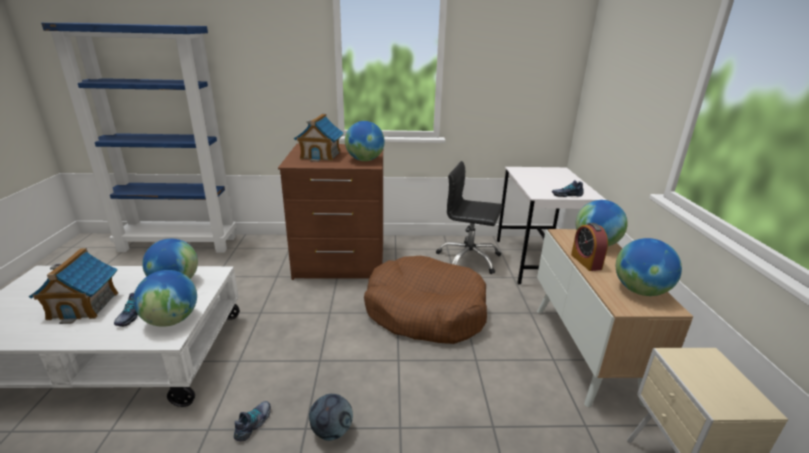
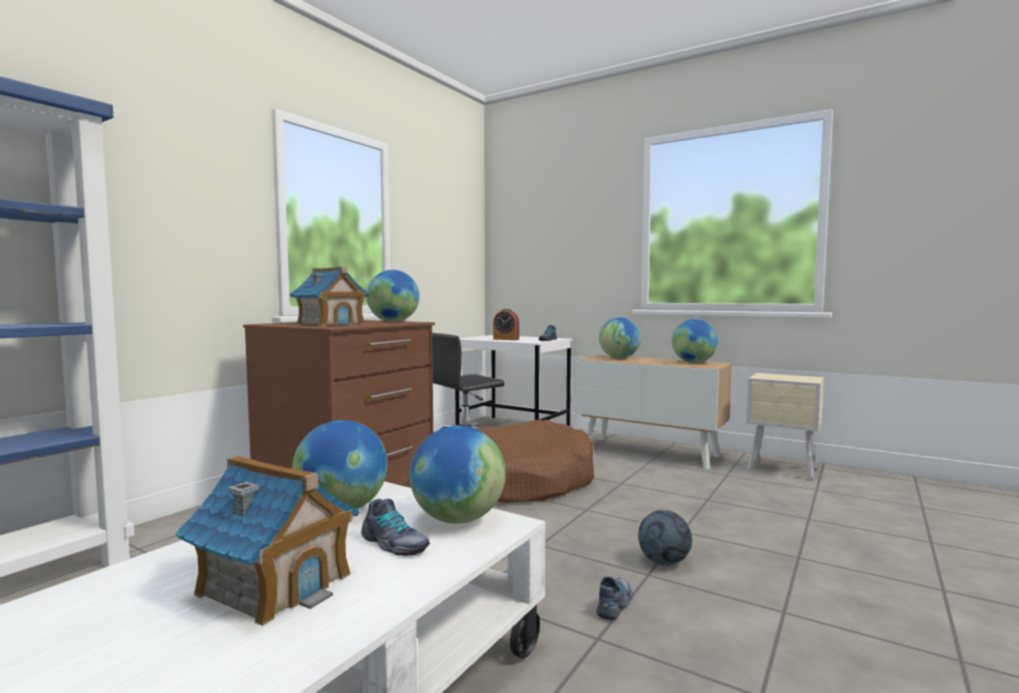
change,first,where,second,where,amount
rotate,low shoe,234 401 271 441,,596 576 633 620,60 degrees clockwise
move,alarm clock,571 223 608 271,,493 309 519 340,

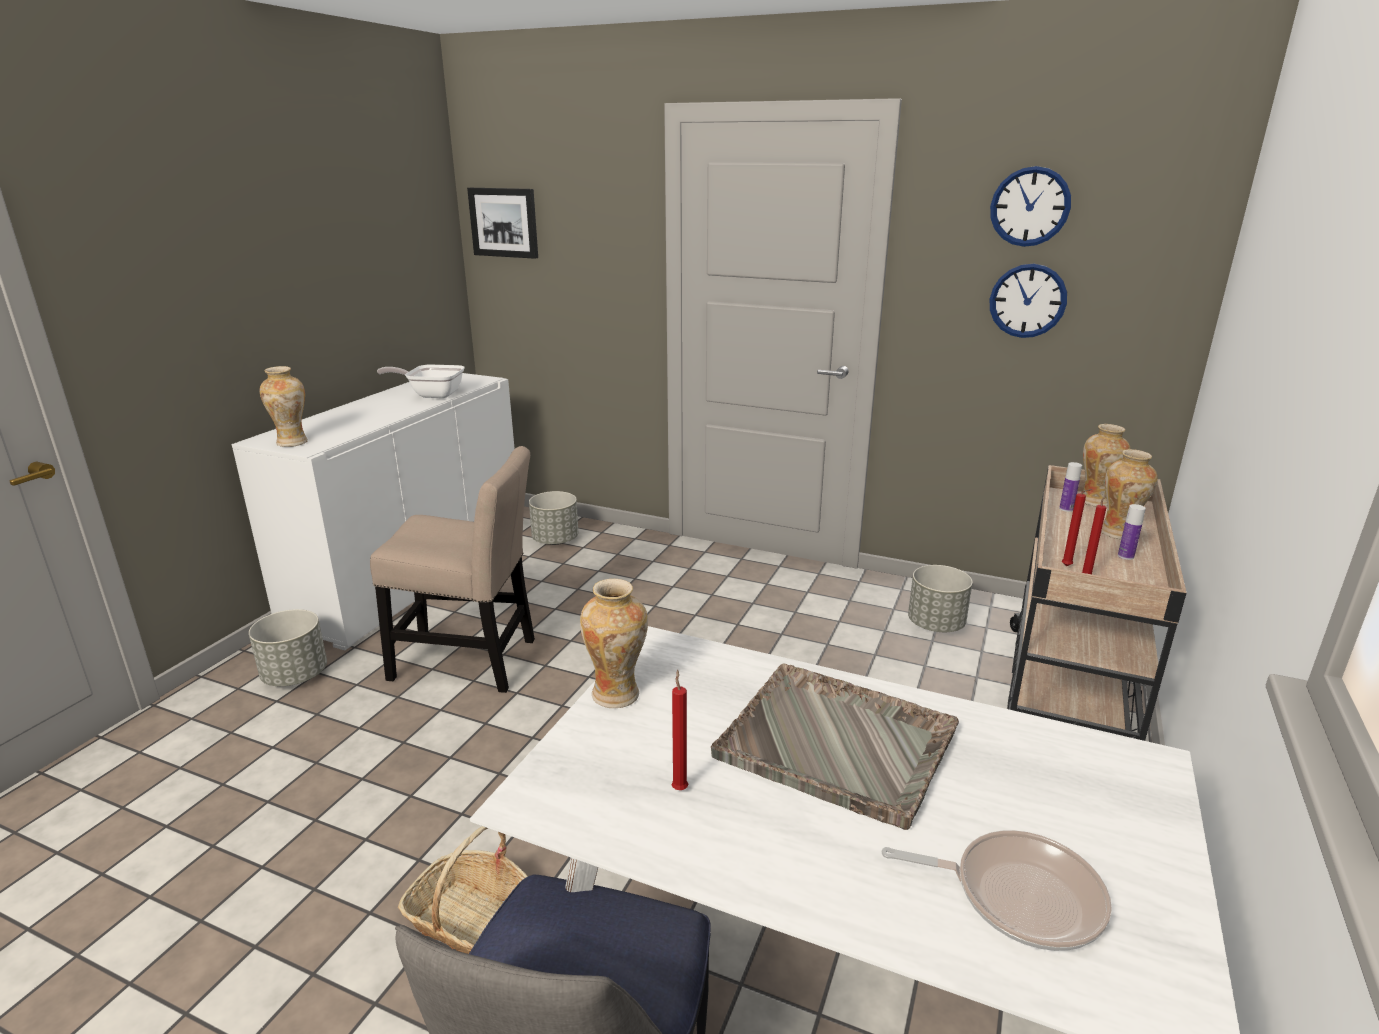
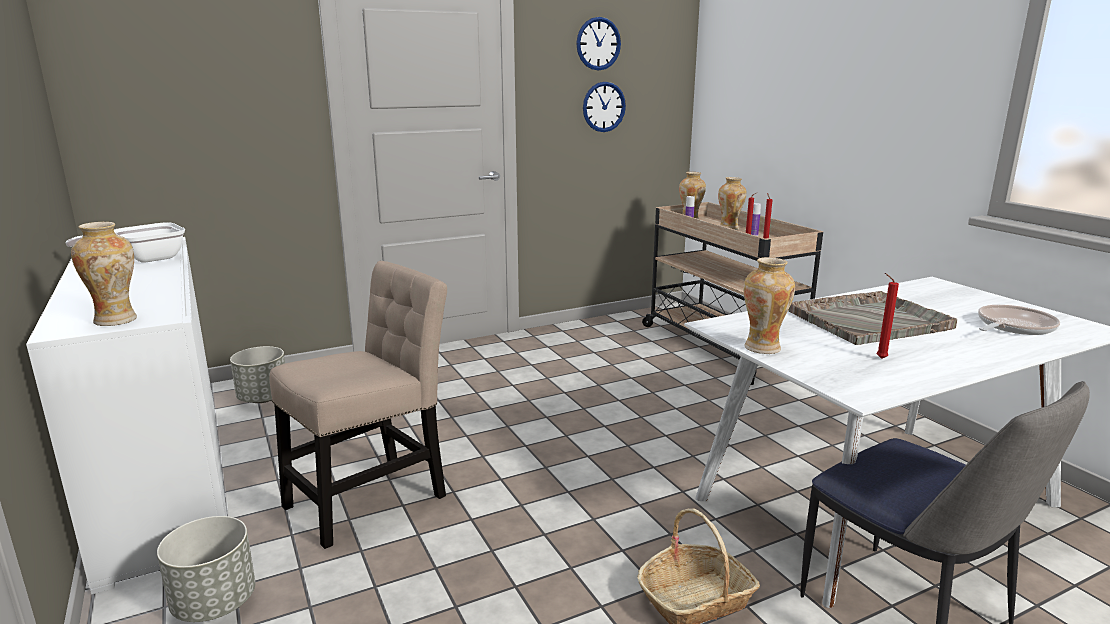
change,first,where,second,where,amount
delete,picture,467 188 538 259,,,
delete,flower pot/greyish,908 565 973 632,,,

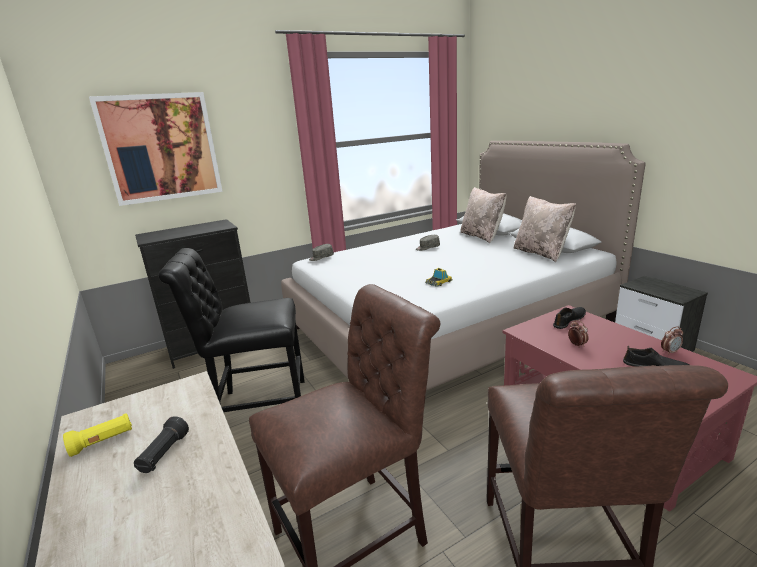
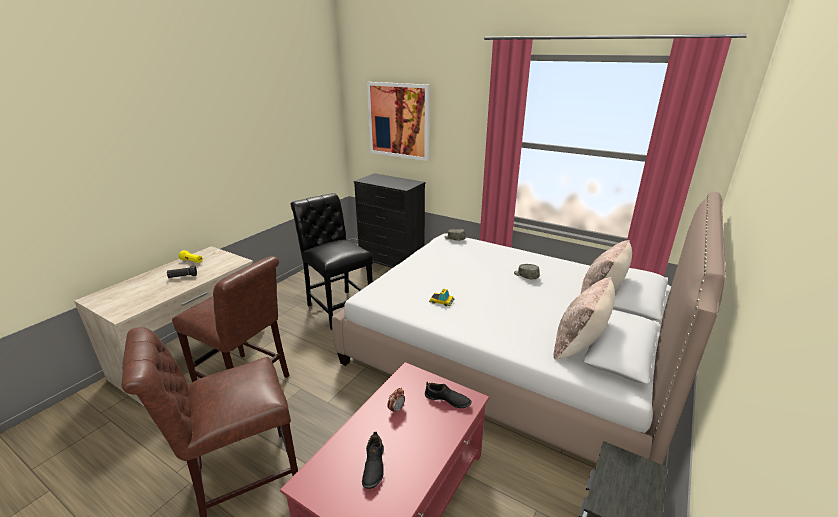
change,first,where,second,where,amount
delete,alarm clock,661 326 683 355,,,

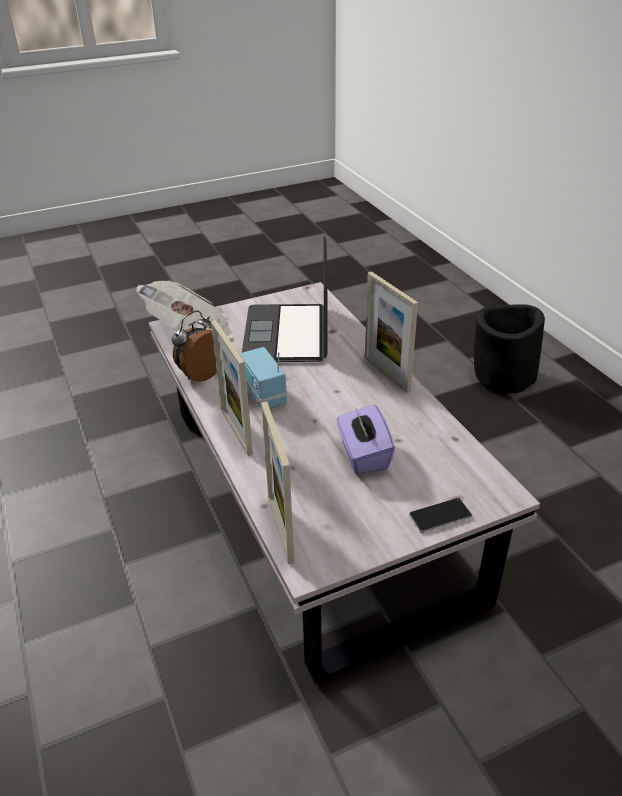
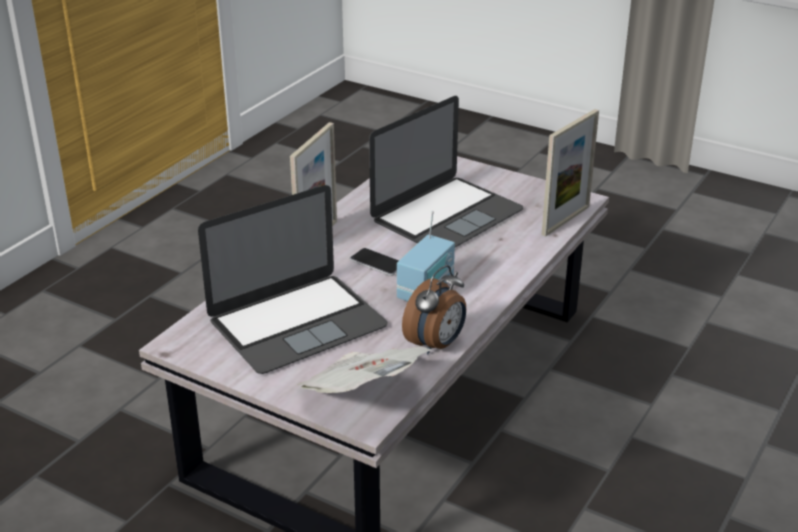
change,first,where,second,where,amount
rotate,alarm clock,172 311 217 382,,402 265 466 354,60 degrees counterclockwise
delete,standing frame,211 320 253 456,,,
replace,tissue holder/purplish,337 404 395 474,laptop,369 96 523 247,
move,telephone,409 498 472 533,,350 248 399 276,
delete,flower pot/blackish,474 304 545 393,,,

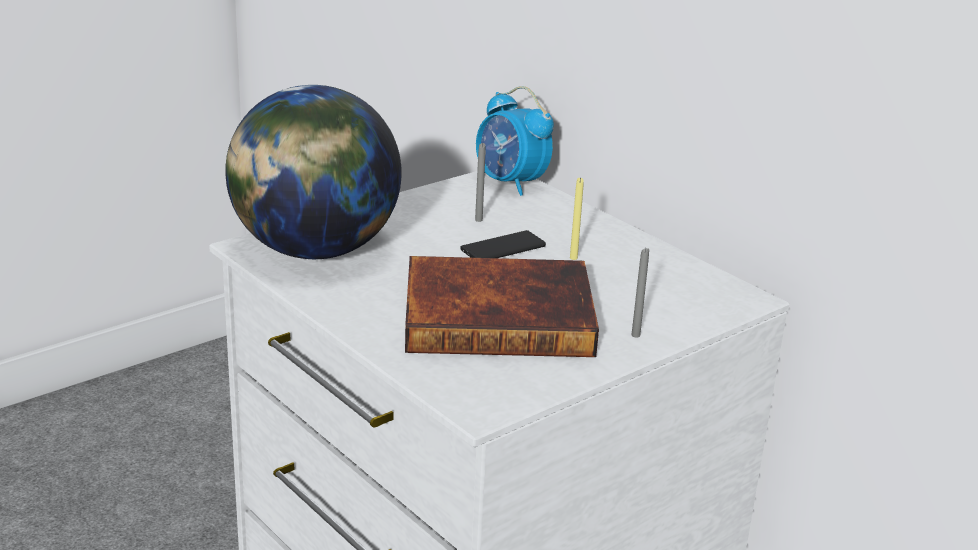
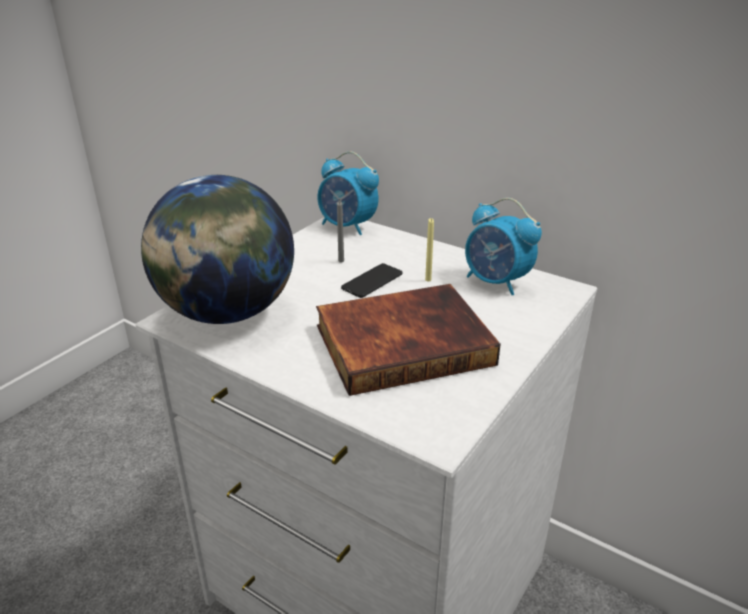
change,first,where,second,where,amount
delete,wax candle/greyish,632 248 649 338,,,
insert,,,alarm clock,465 198 542 295,

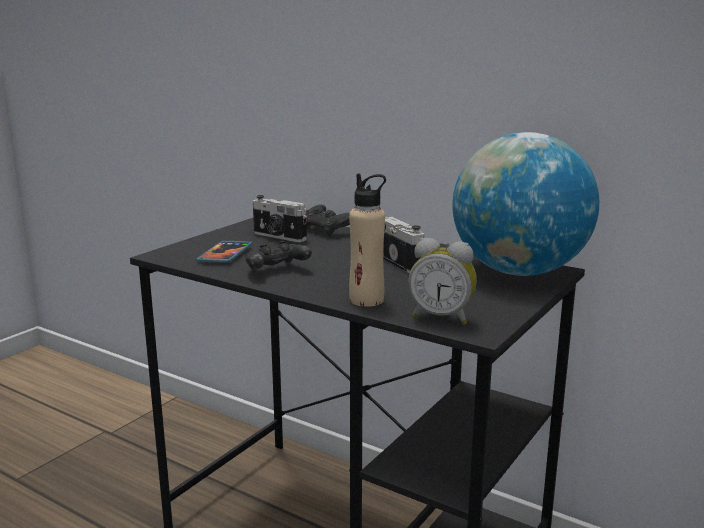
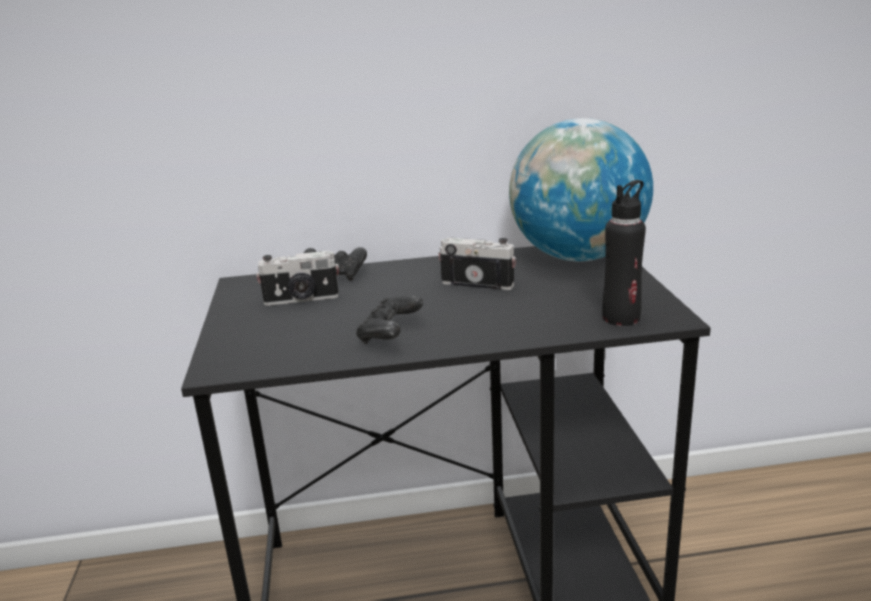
change,first,where,second,where,amount
delete,telephone,196 241 252 263,,,
delete,drink bottle/beige-coloured,349 174 386 307,,,
replace,alarm clock,408 238 477 325,drink bottle/blackish,602 180 646 326,

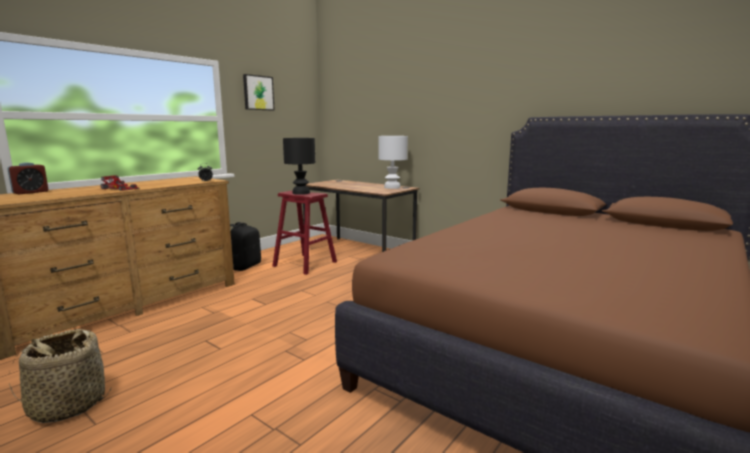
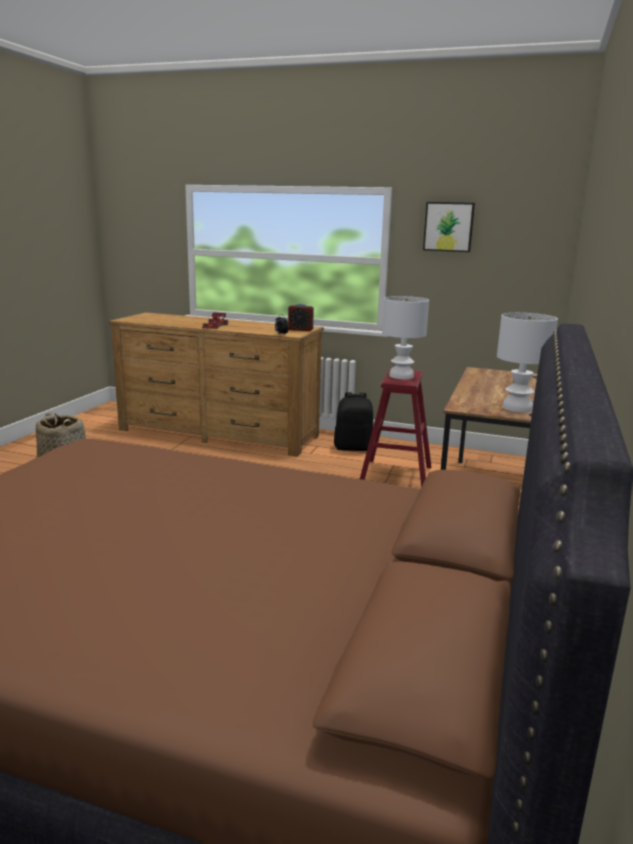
change,first,where,second,where,amount
move,alarm clock,7 162 49 195,,288 303 314 331,
recolor,table lamp/blackish,283 138 315 195,table lamp/whitish,382 296 429 379,

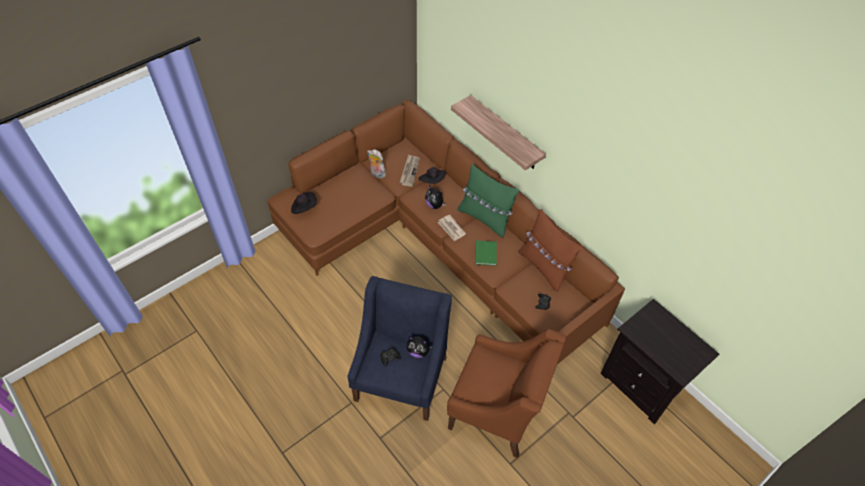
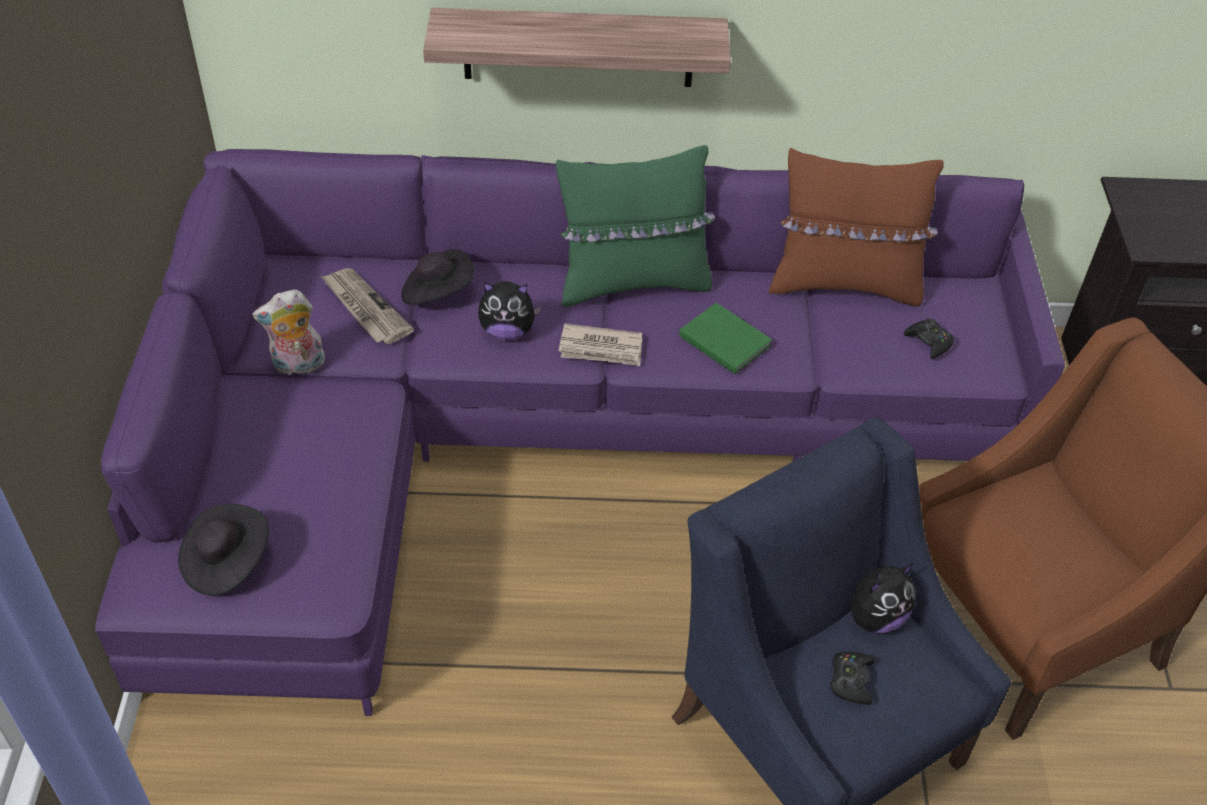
change,first,where,second,where,amount
recolor,settee/brown,267 100 625 364,settee/purplish,95 149 1065 716,

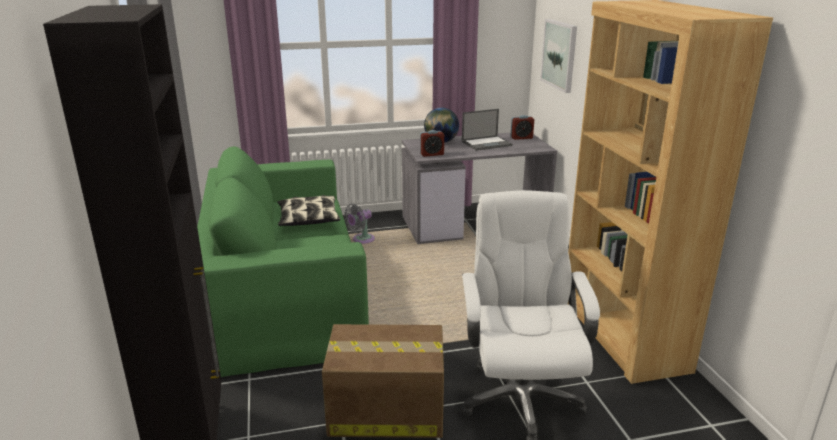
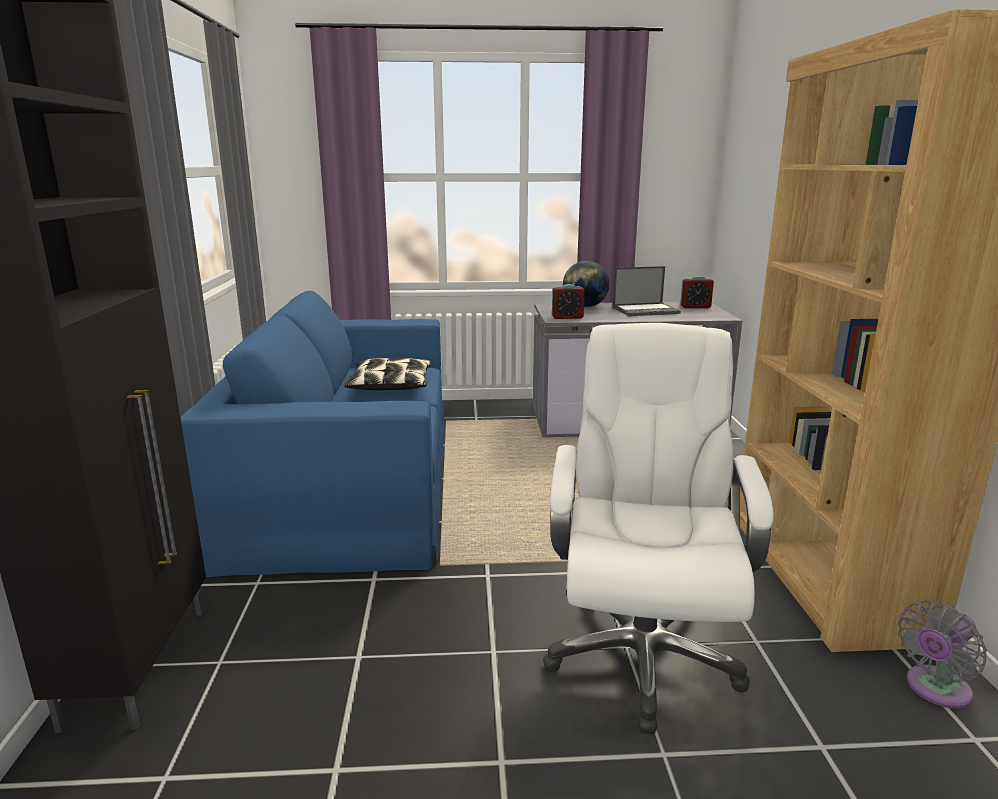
change,first,where,second,where,amount
recolor,settee/greenish,197 146 369 377,settee/blue-coloured,181 291 445 577,
delete,carton,322 324 444 438,,,
move,electric fan/greyish,344 204 375 244,,898 601 987 709,
delete,picture,540 19 577 93,,,

